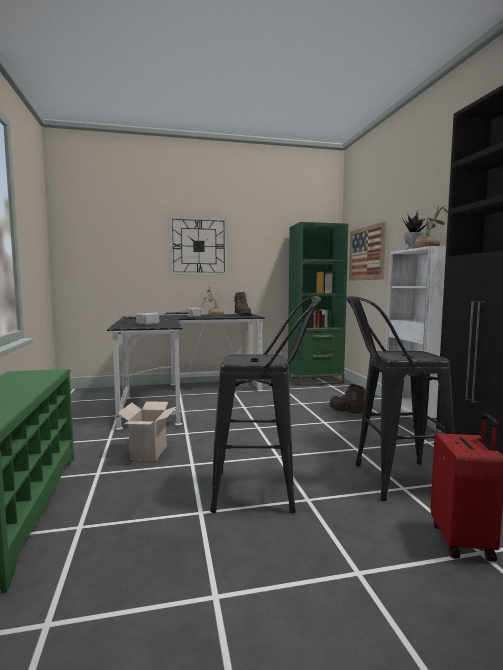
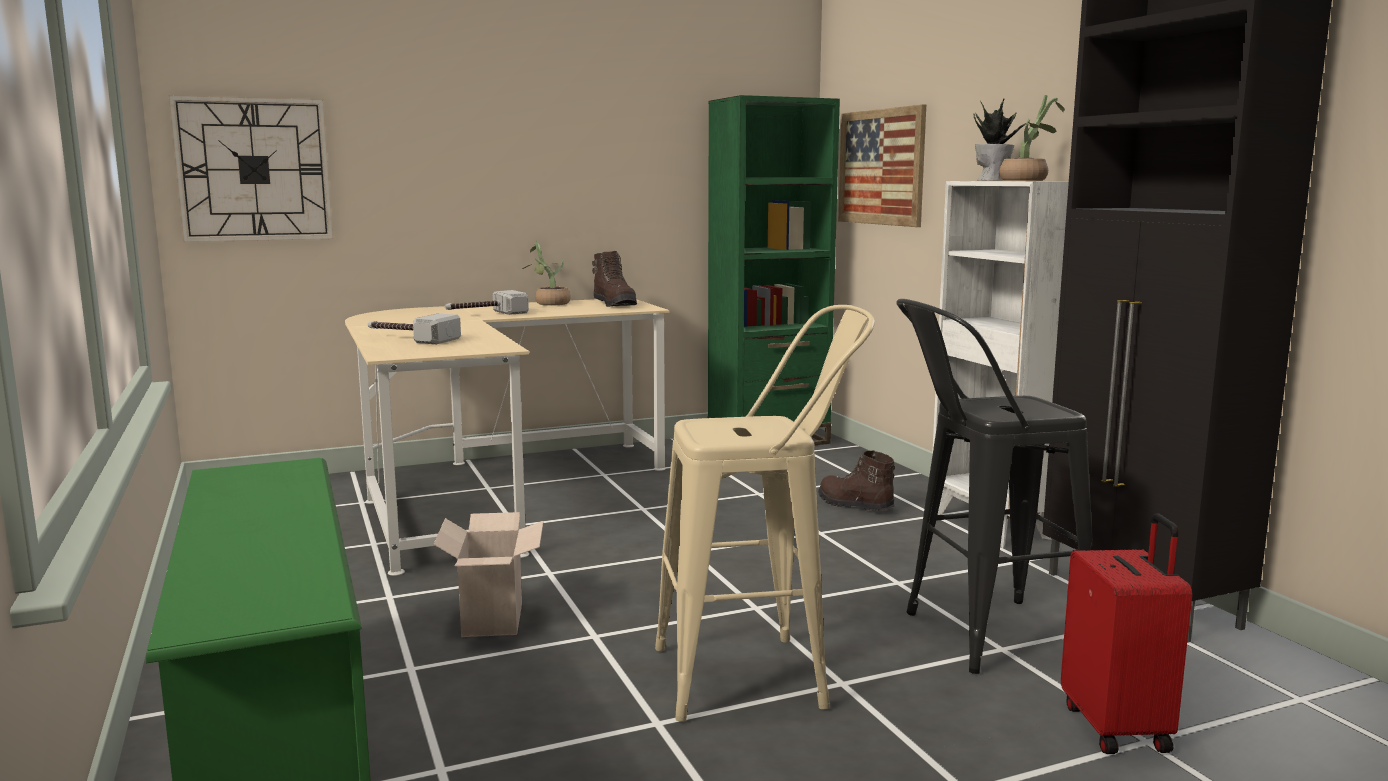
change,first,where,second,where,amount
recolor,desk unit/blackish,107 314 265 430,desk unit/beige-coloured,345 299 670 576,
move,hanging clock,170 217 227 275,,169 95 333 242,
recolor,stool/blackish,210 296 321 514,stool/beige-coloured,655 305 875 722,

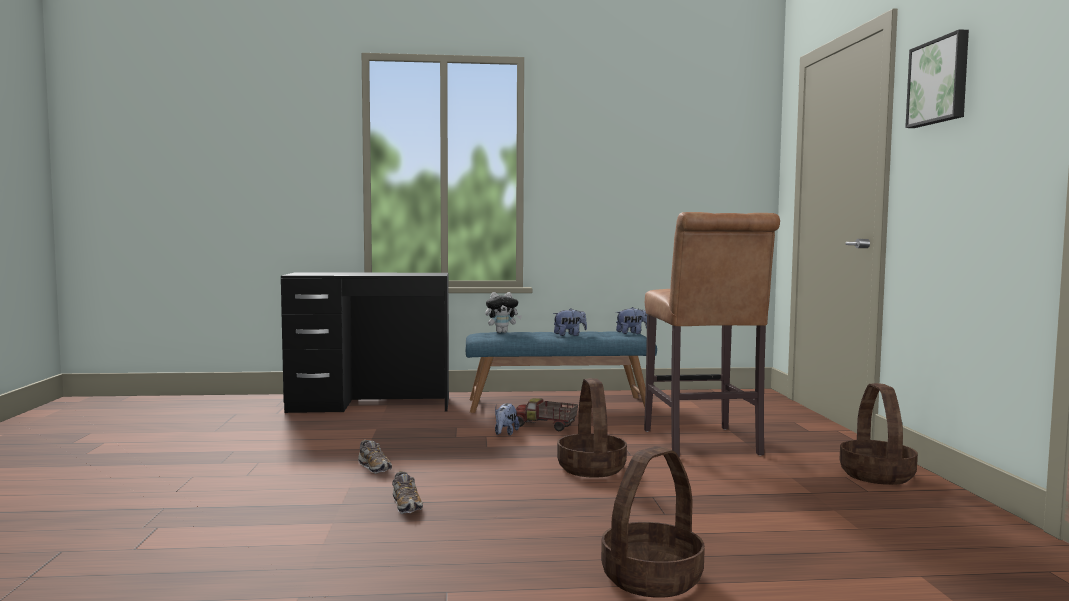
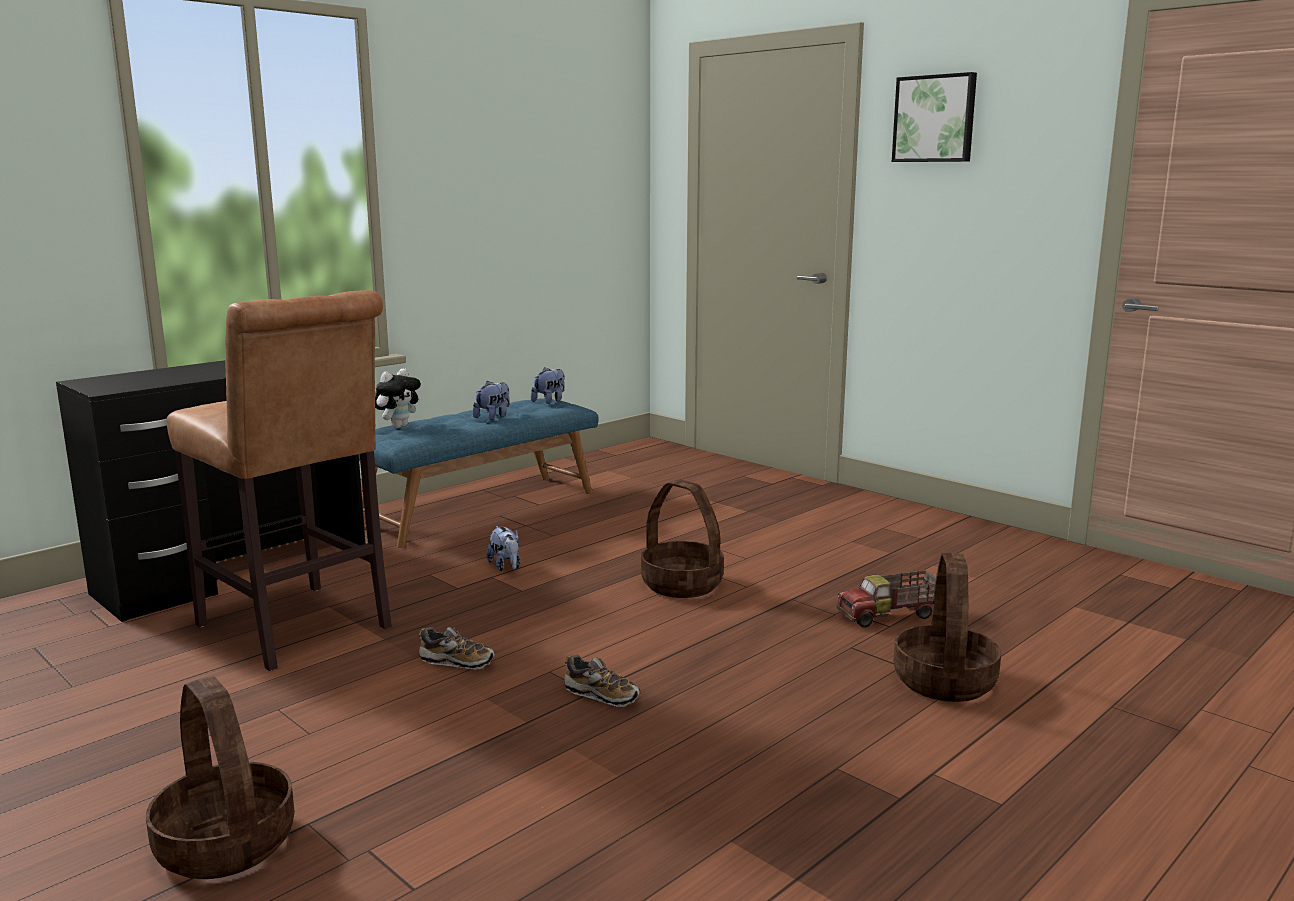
change,first,where,second,where,amount
move,toy lorry,516 398 578 431,,837 570 936 628,
move,stool/brown,644 212 780 457,,166 290 392 671,
move,basket,840 383 918 485,,146 676 295 879,

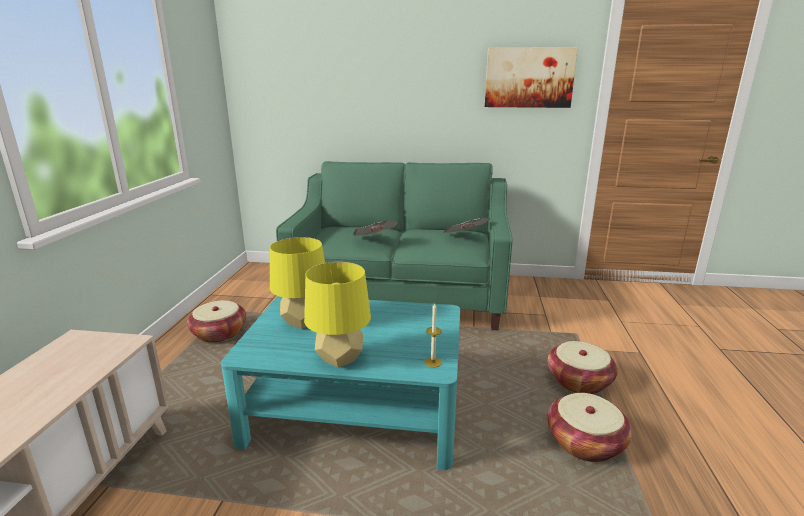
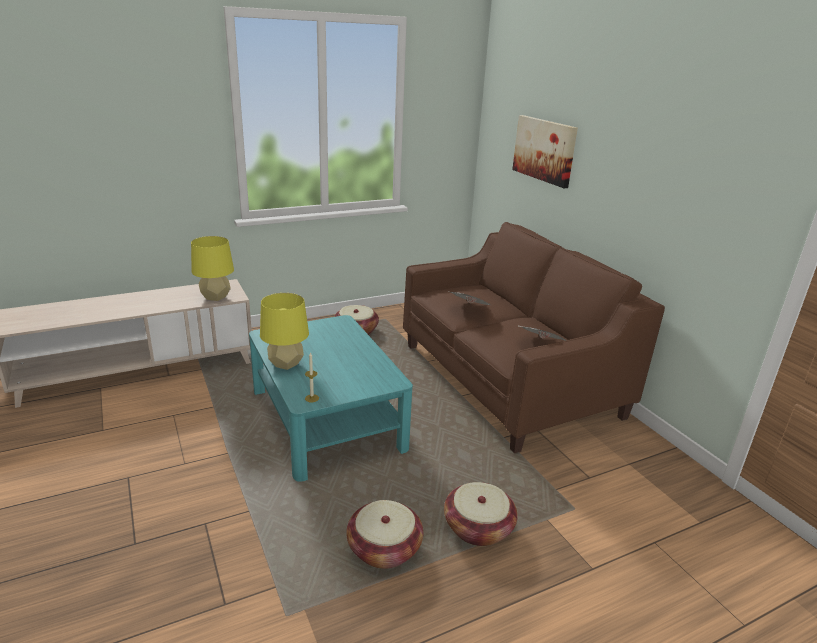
change,first,where,second,where,amount
move,table lamp/yellow-coloured,270 237 325 329,,191 236 234 301,
recolor,settee/greenish,276 161 513 331,settee/brown,403 222 665 453,
move,picture,484 47 578 108,,512 115 578 188,

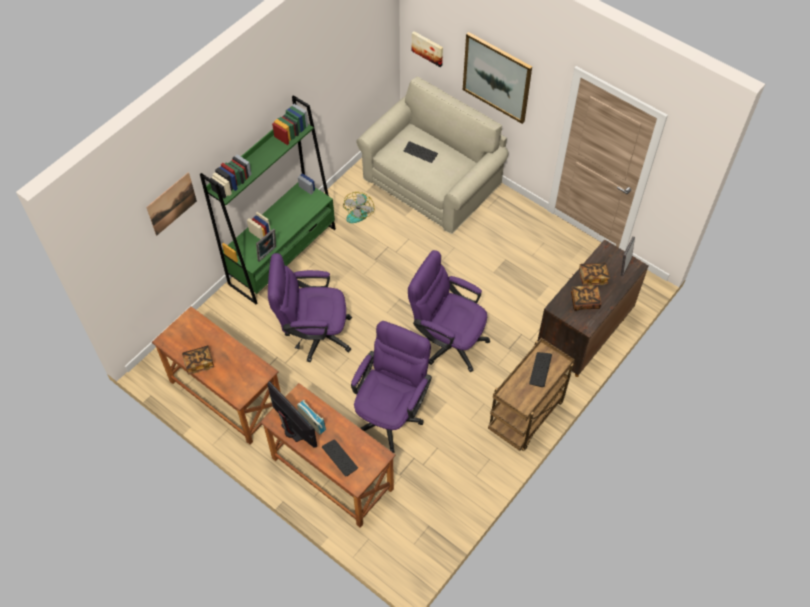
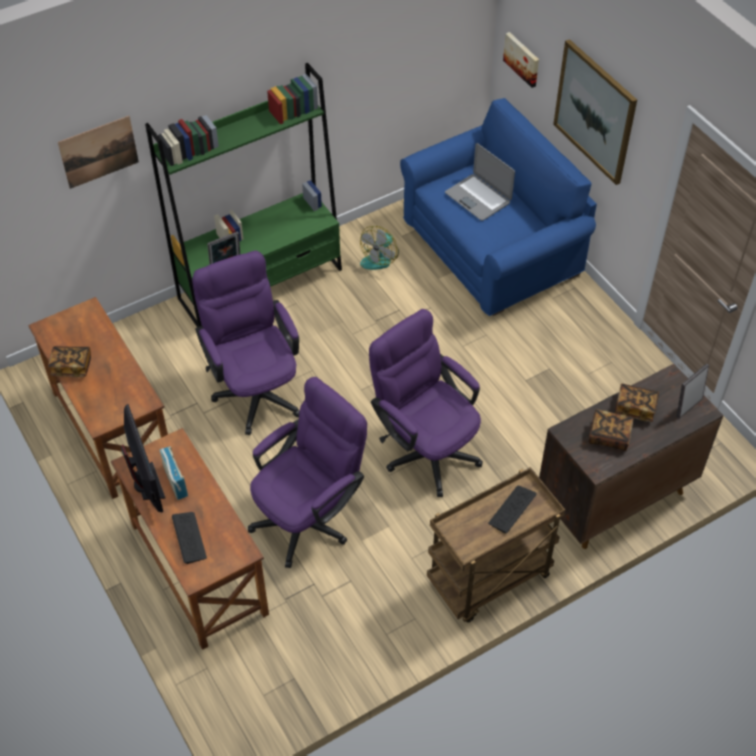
change,first,where,second,where,amount
rotate,office chair/purplish,268 253 352 362,,192 250 300 435,45 degrees clockwise
recolor,settee/beige-coloured,356 77 508 234,settee/blue-coloured,400 98 597 316,
replace,computer keyboard,404 141 438 163,laptop,445 143 515 221,

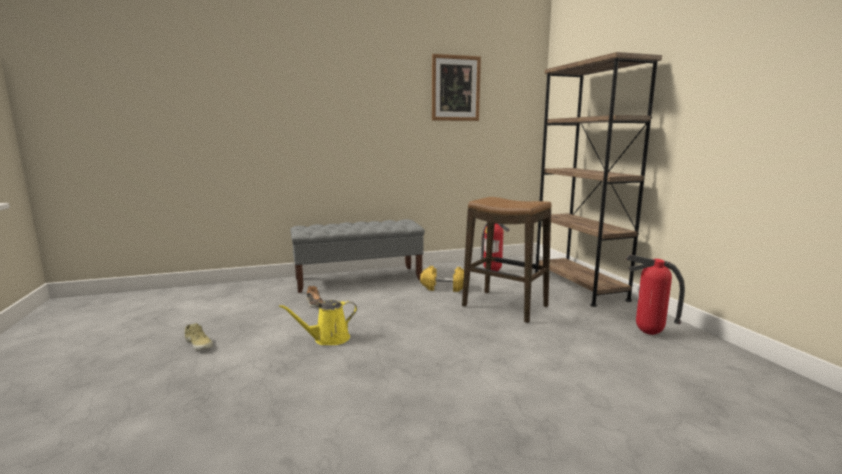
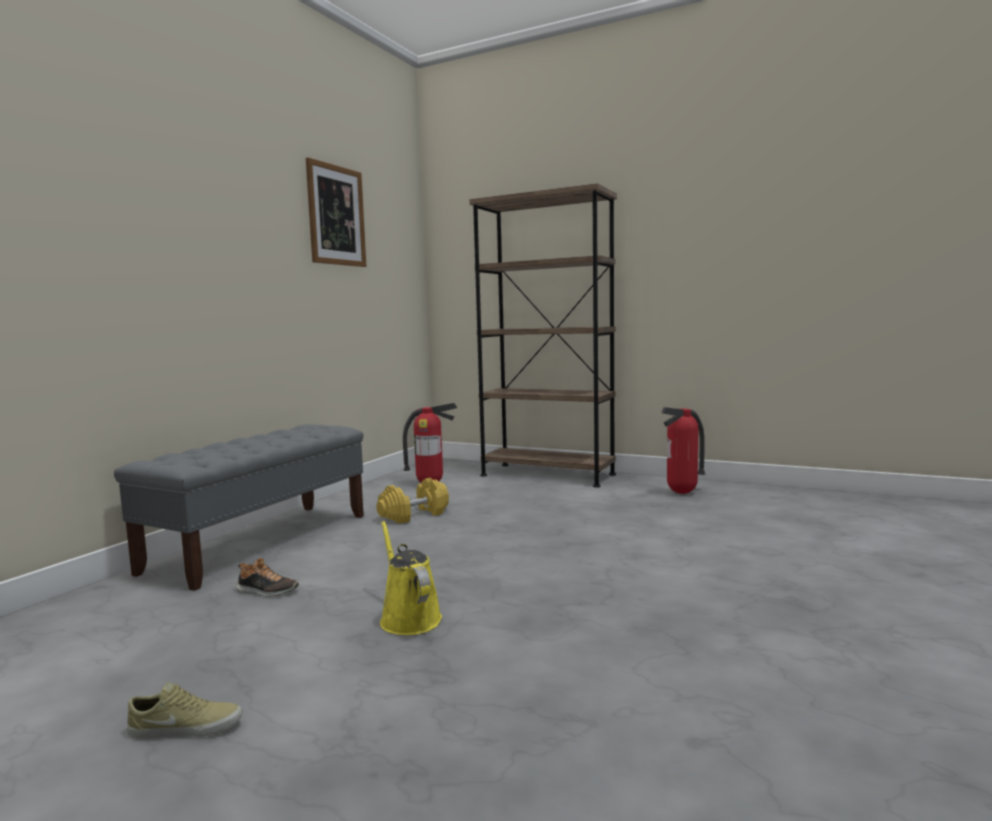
change,first,where,second,where,amount
rotate,watering pot/yellow-coloured,279 300 357 345,,380 521 442 635,135 degrees clockwise
delete,stool,462 197 551 323,,,

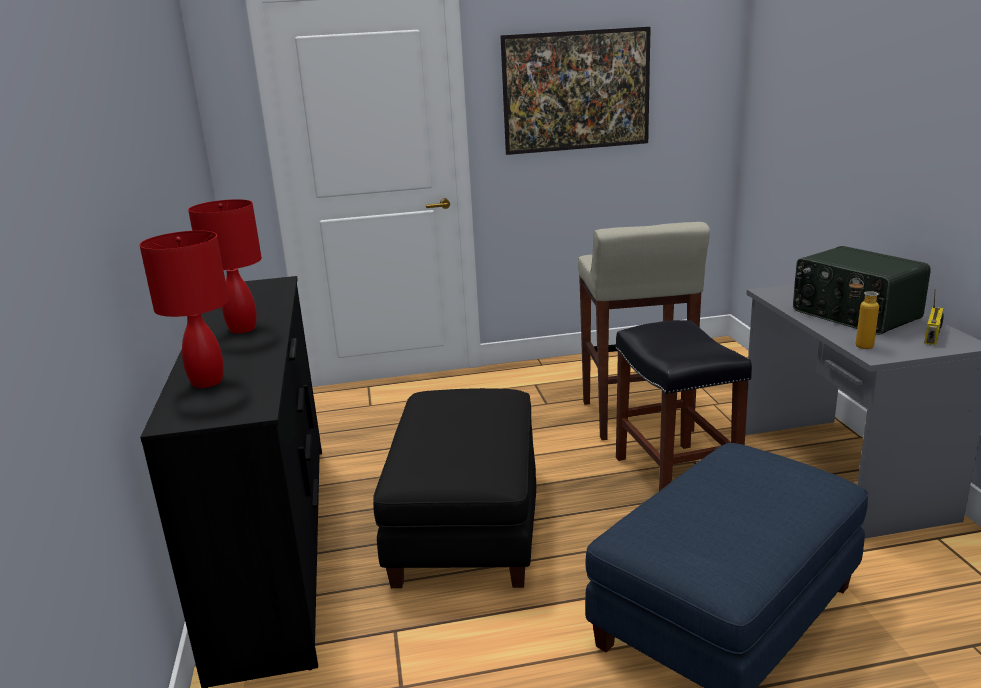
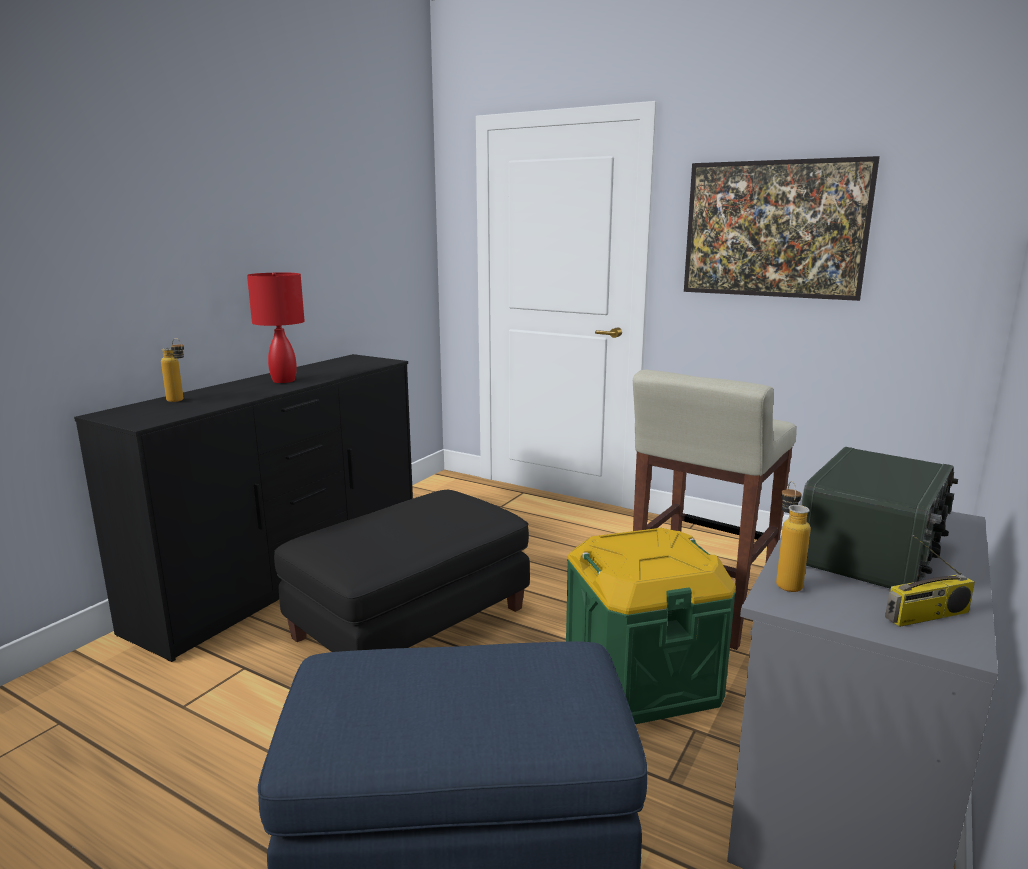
change,first,where,second,where,amount
replace,table lamp/red-coloured,139 231 229 388,drink bottle,161 338 184 402,
replace,stool/blackish,616 320 752 491,storage box/greenish,566 528 736 724,
rotate,radio,793 246 931 335,,802 447 958 589,150 degrees counterclockwise

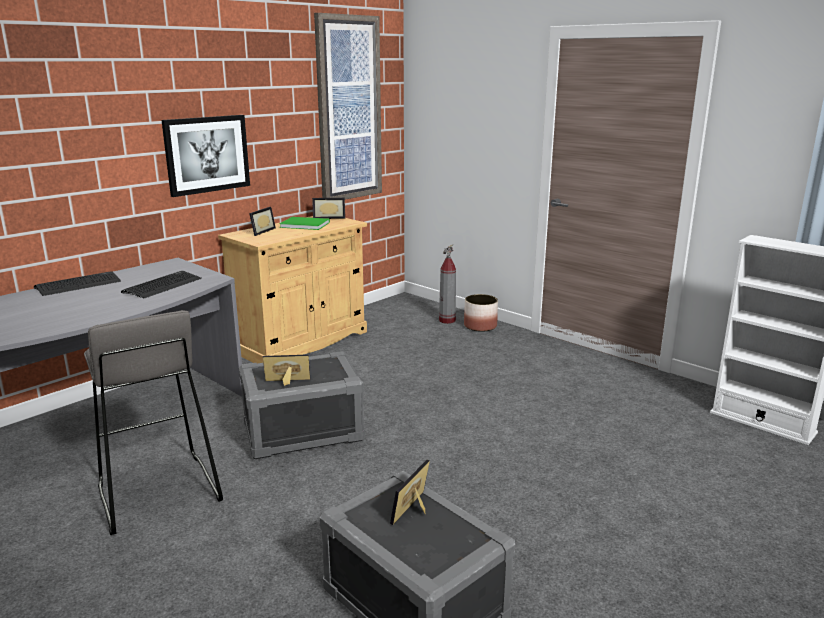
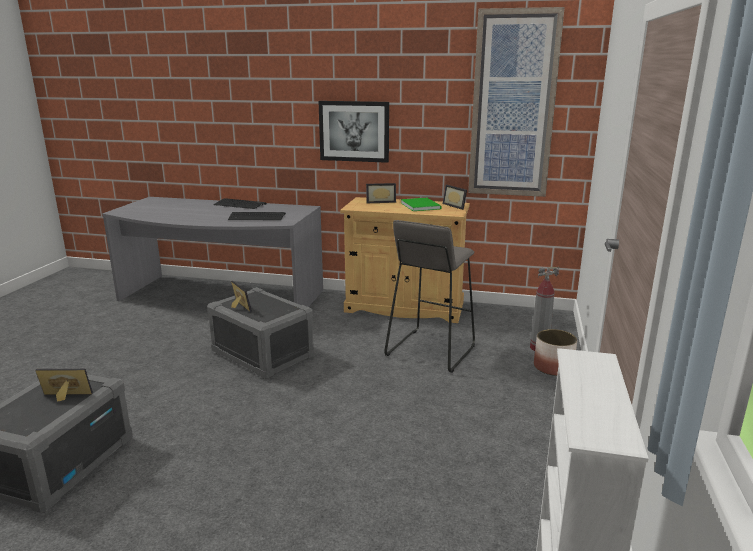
change,first,where,second,where,amount
move,stool/greyish,84 310 223 535,,384 220 475 373,

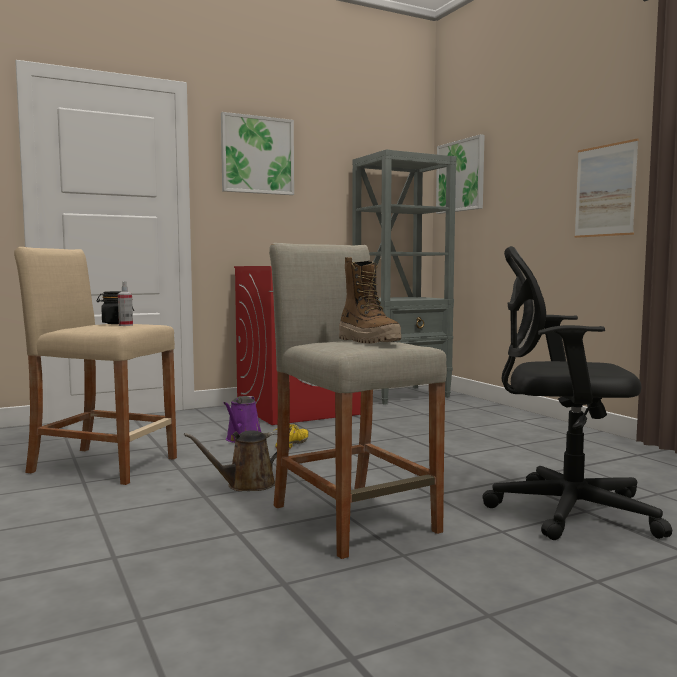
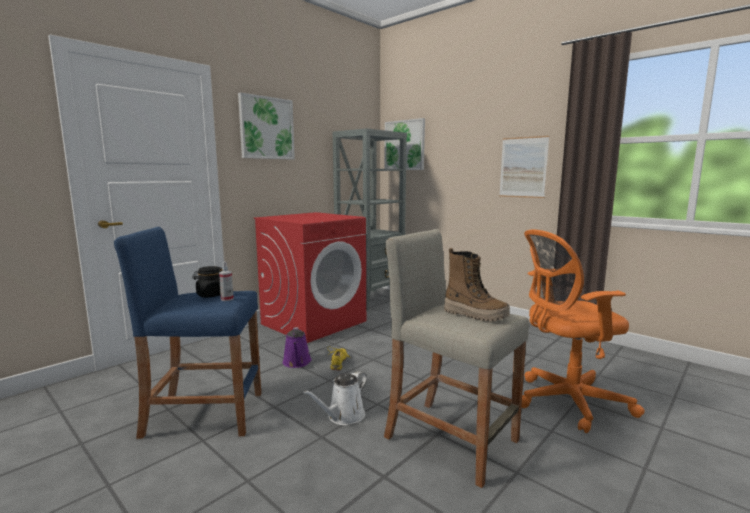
change,first,where,second,where,amount
recolor,stool/beige-coloured,14 247 177 485,stool/blue-coloured,114 227 261 439,
recolor,watering pot/brown,184 430 277 491,watering pot/whitish,303 371 367 425,
recolor,office chair/blackish,482 246 672 540,office chair/orange-coloured,522 229 645 433,

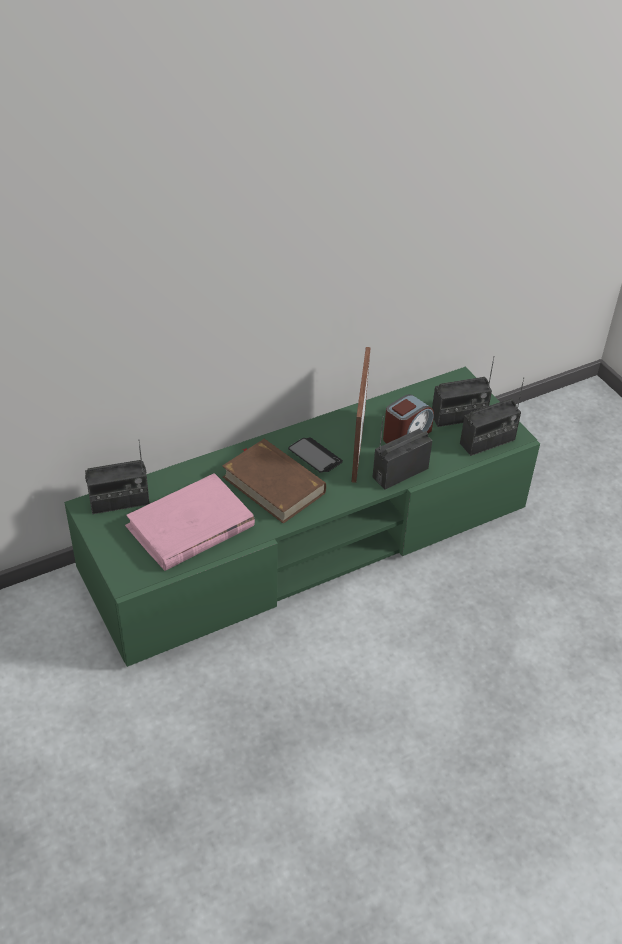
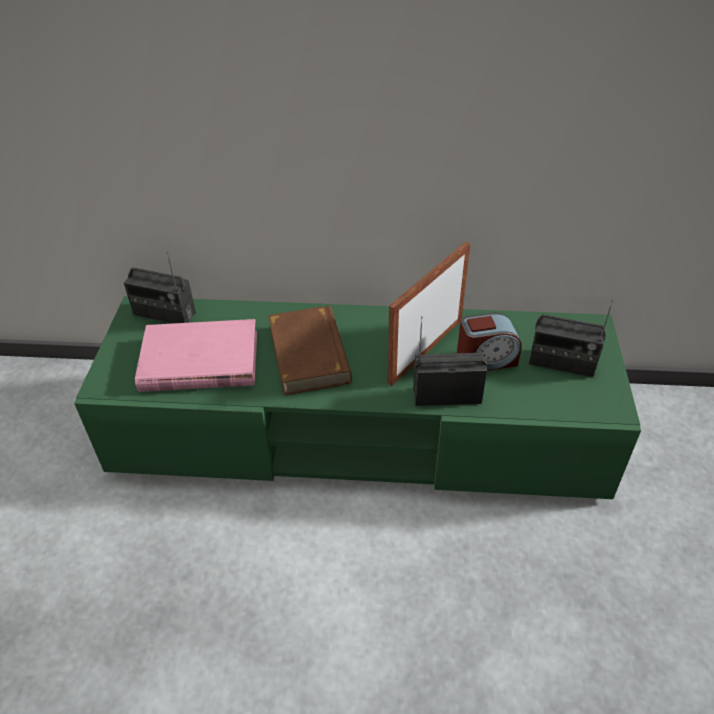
change,first,where,second,where,amount
delete,telephone,288 437 343 473,,,
delete,radio,460 377 524 456,,,

